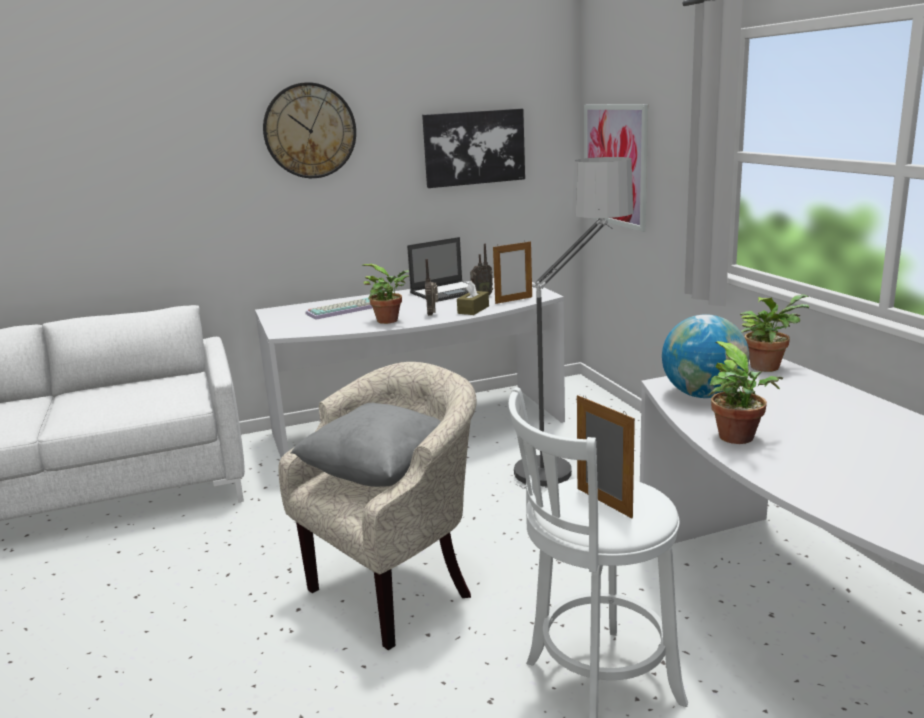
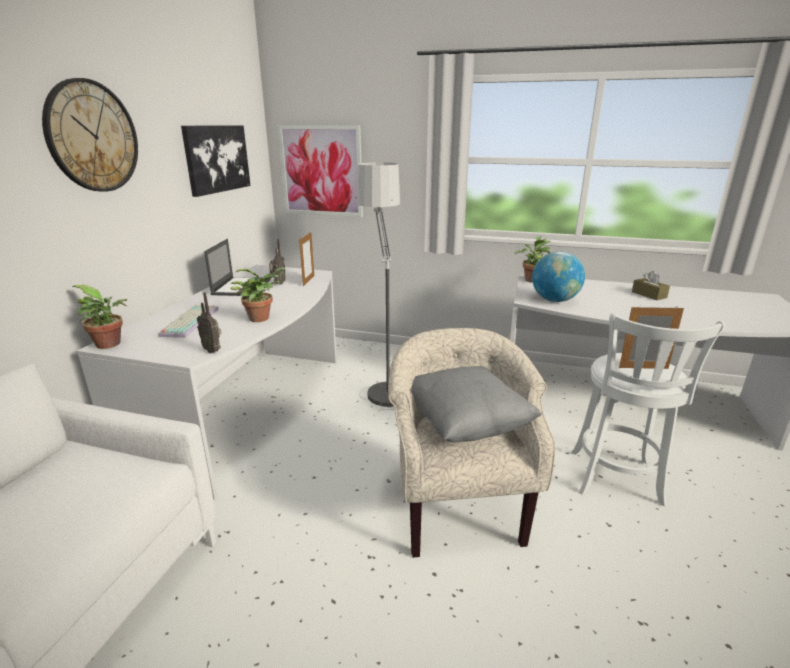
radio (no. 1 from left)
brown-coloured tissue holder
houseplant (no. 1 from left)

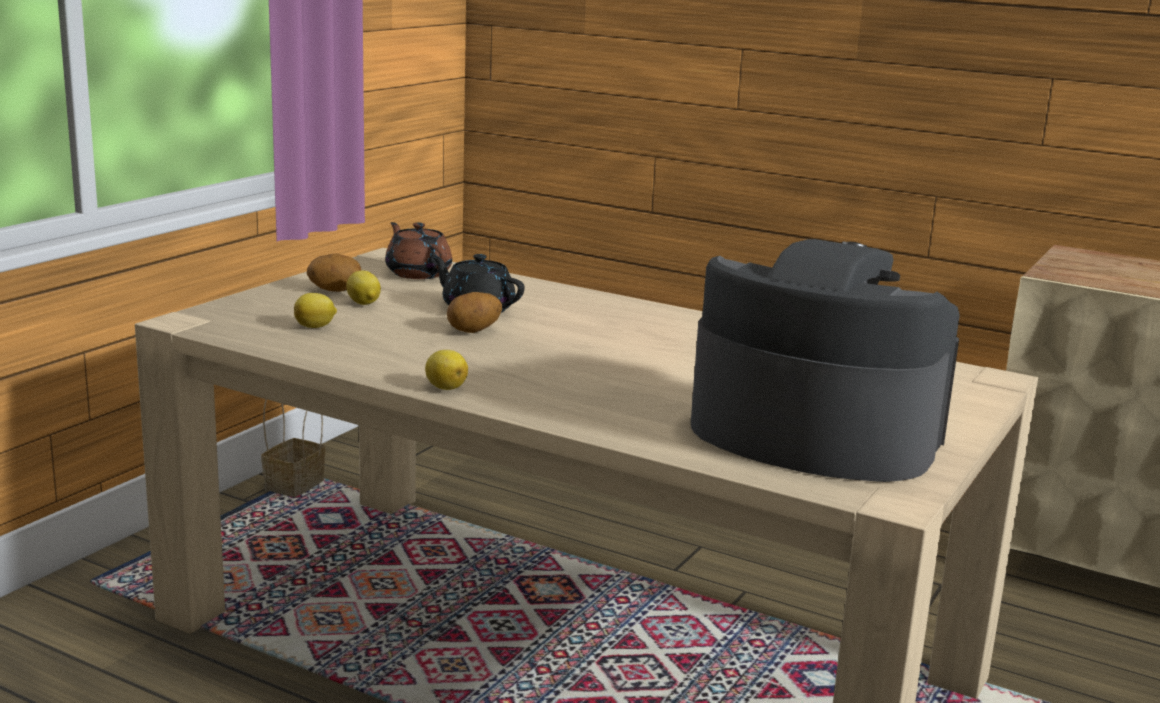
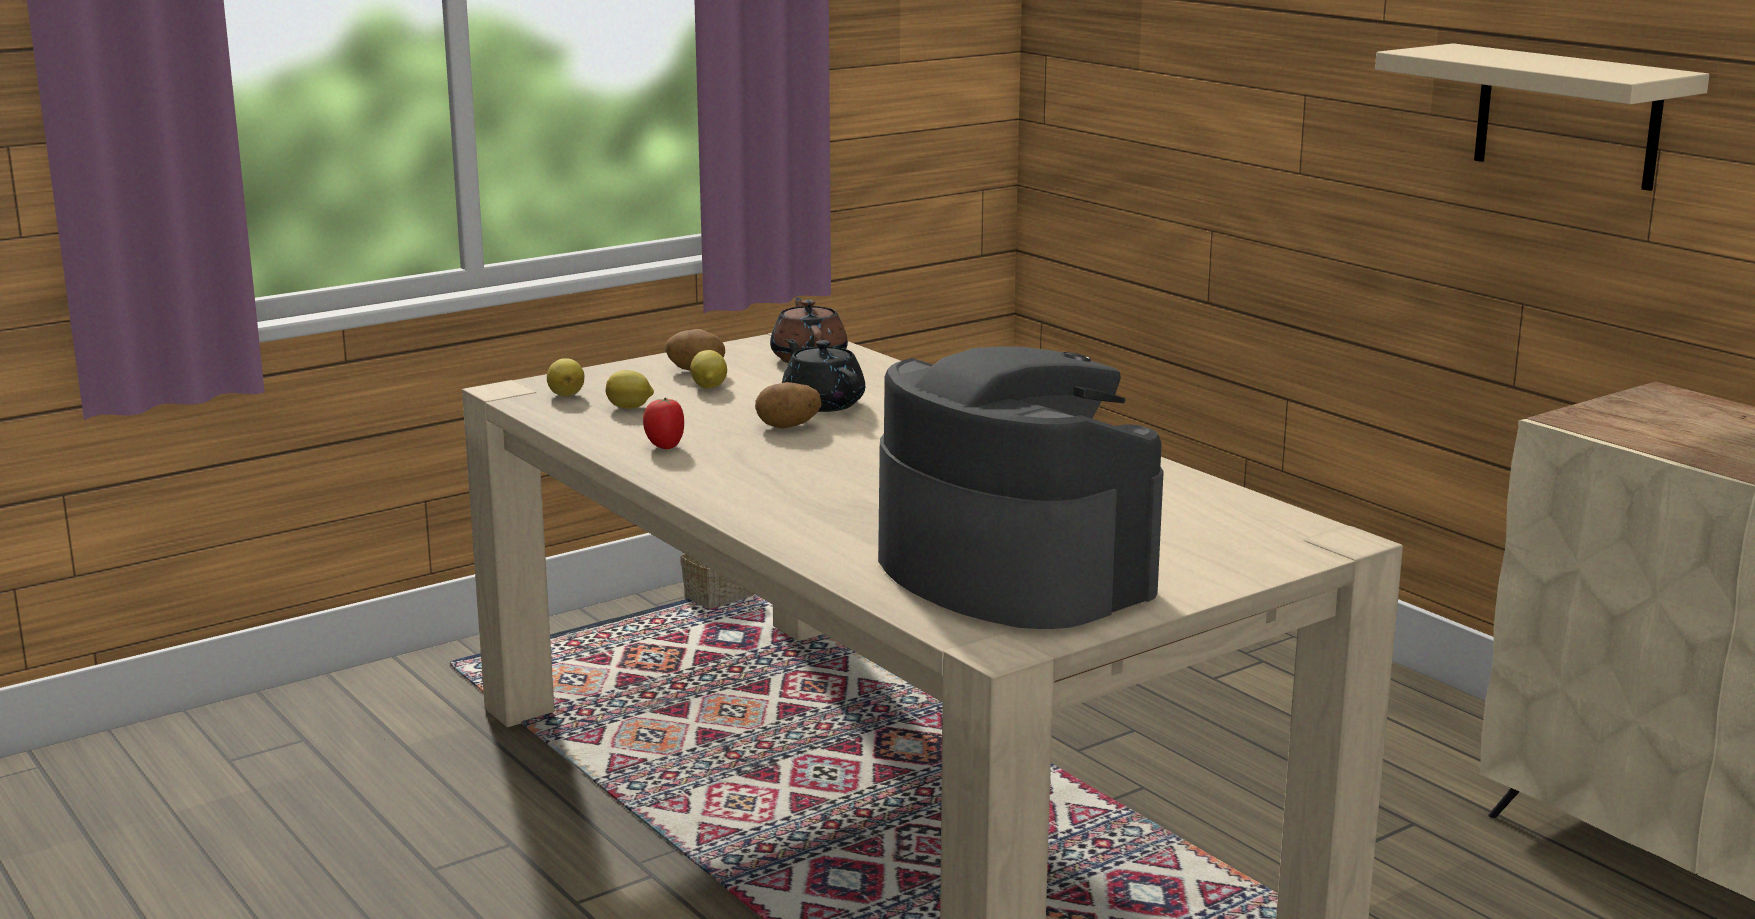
citrus fruit (no. 1 from left)
tomato
beige bracket shelf

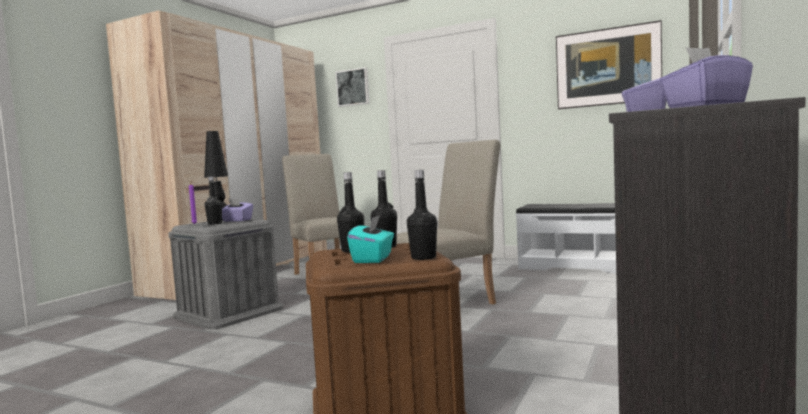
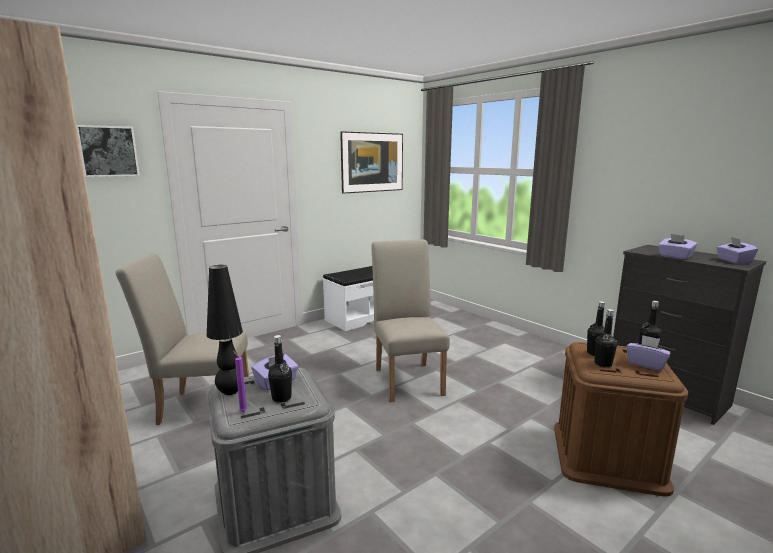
purple tissue holder (no. 2 from left)

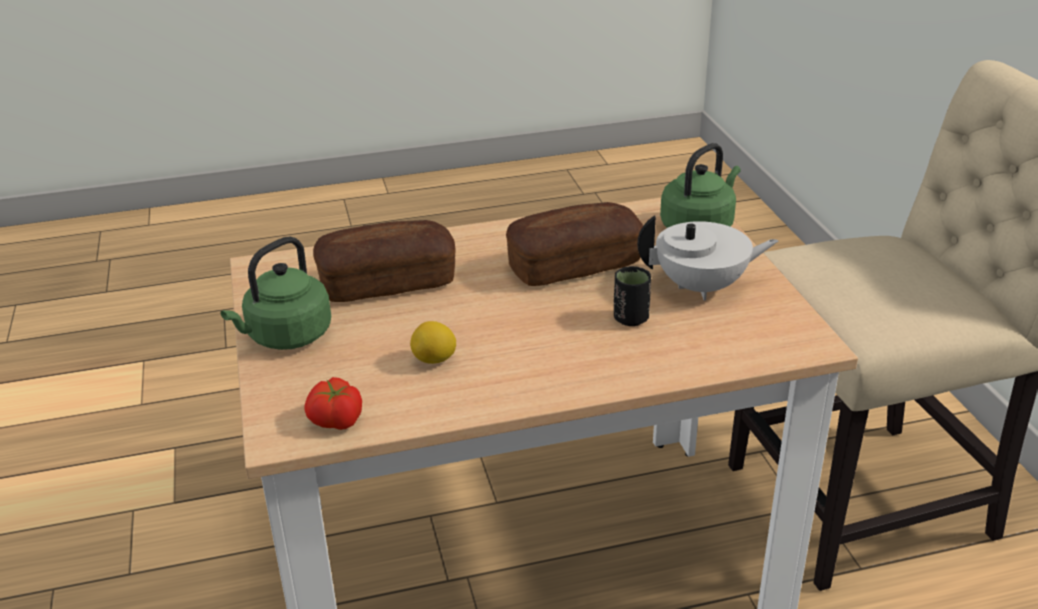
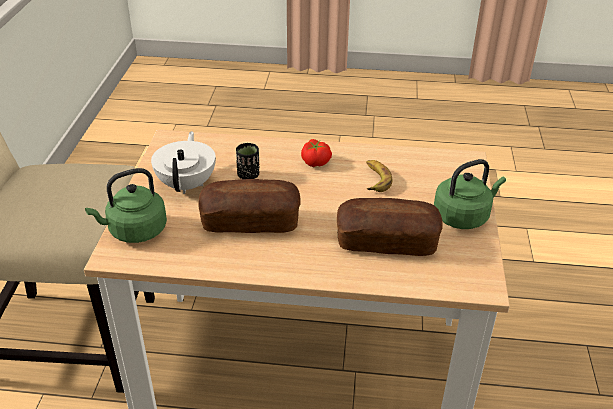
tomato
banana fruit
white-coloured tea pot

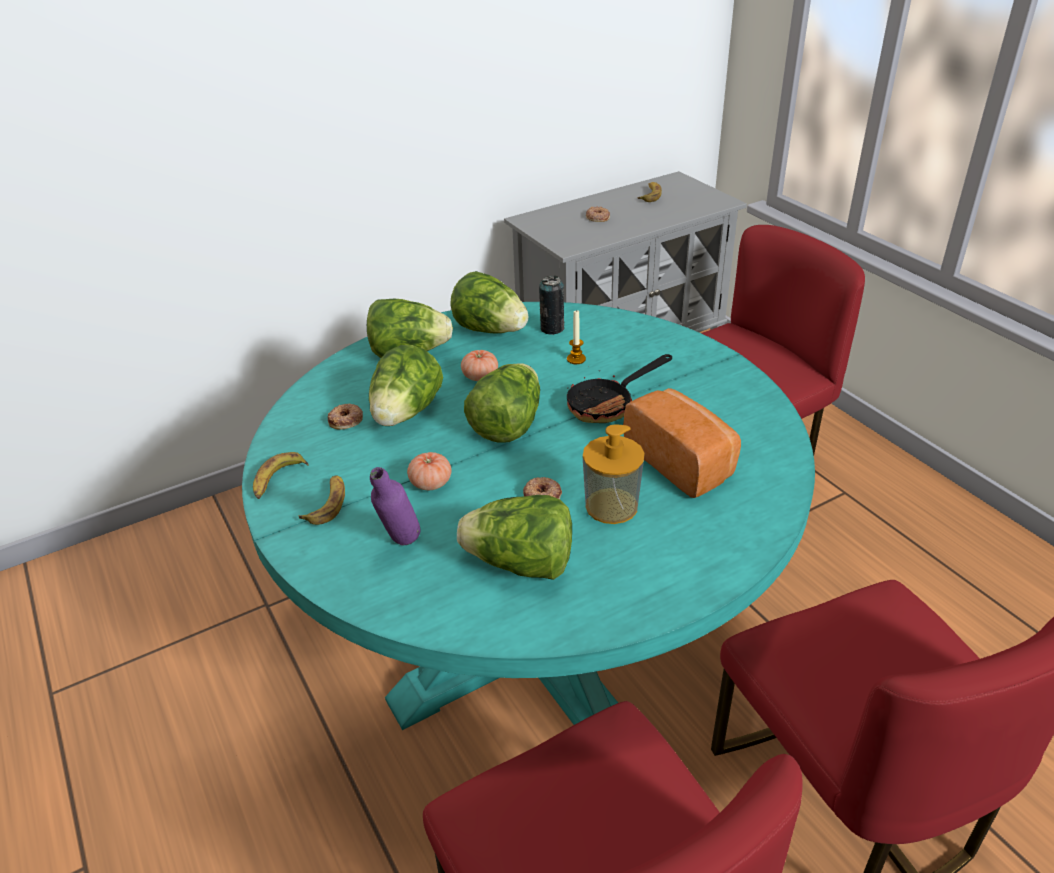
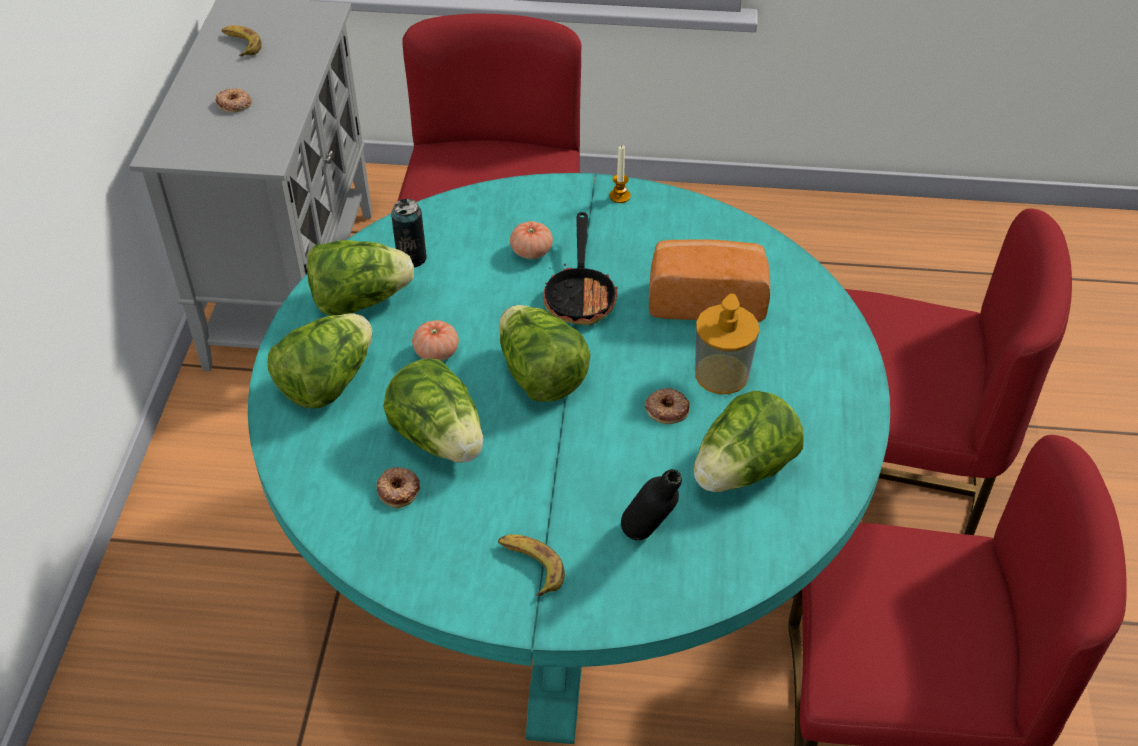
banana fruit (no. 1 from left in the first image)
blackish drink bottle
tomato (no. 2 from left)
candle

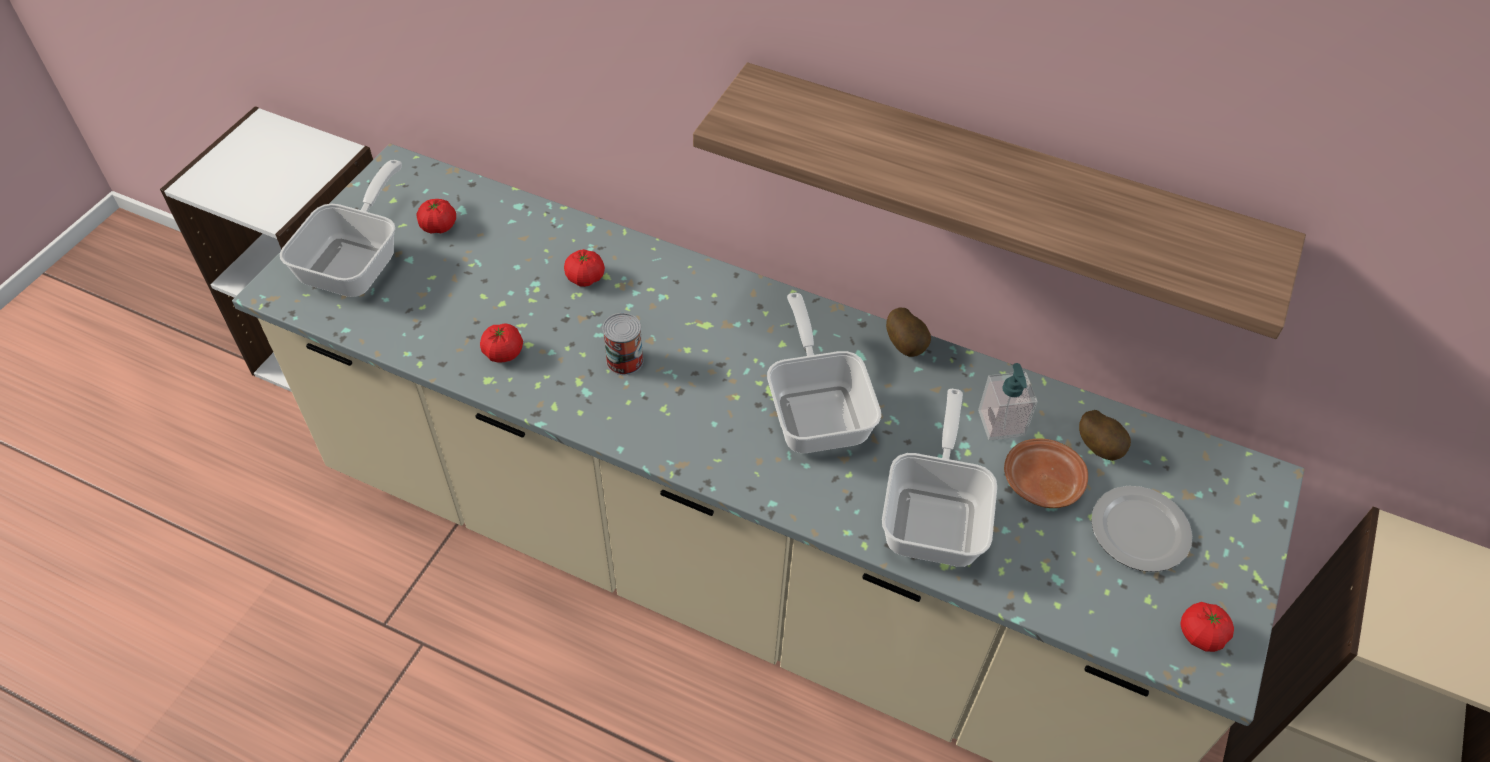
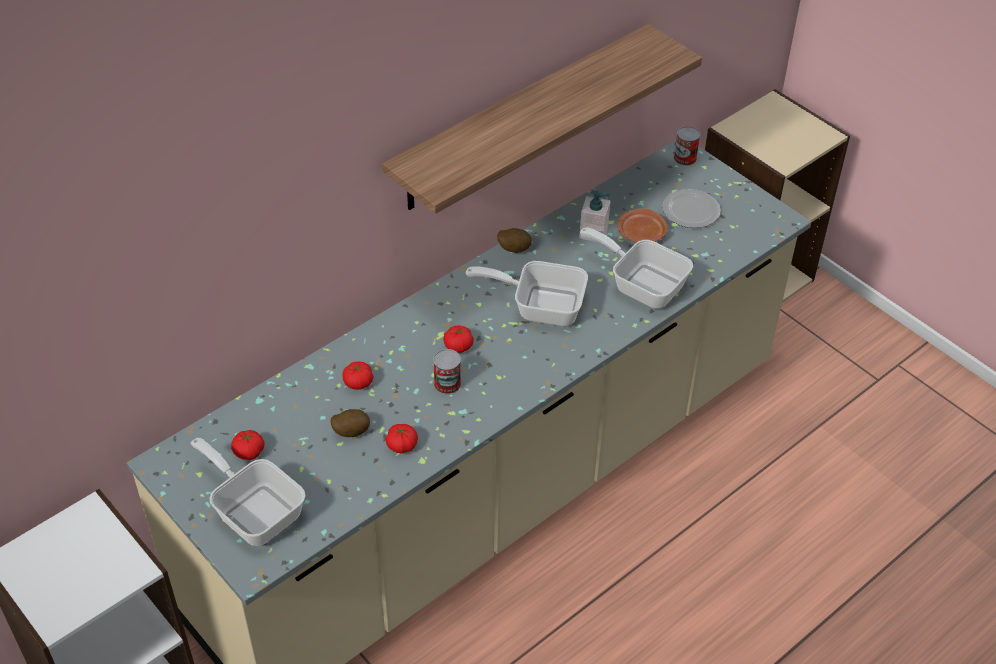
potato (no. 1 from left)
tomato (no. 4 from left)
can (no. 2 from left)

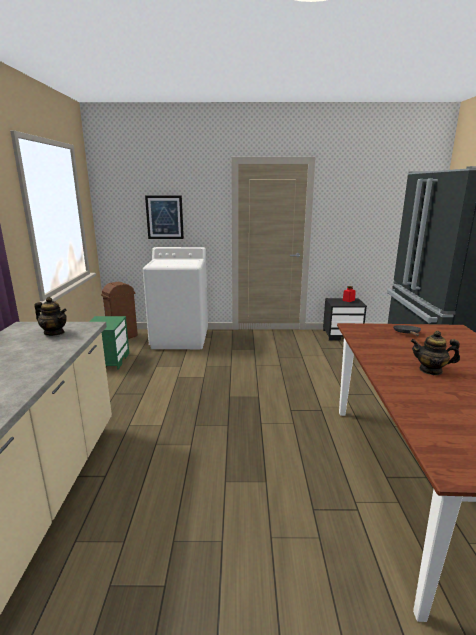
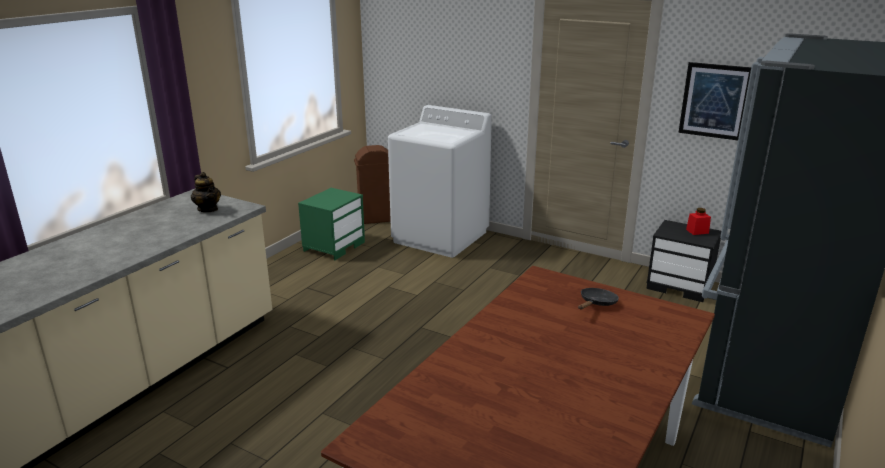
picture
tea pot (no. 2 from left in the first image)

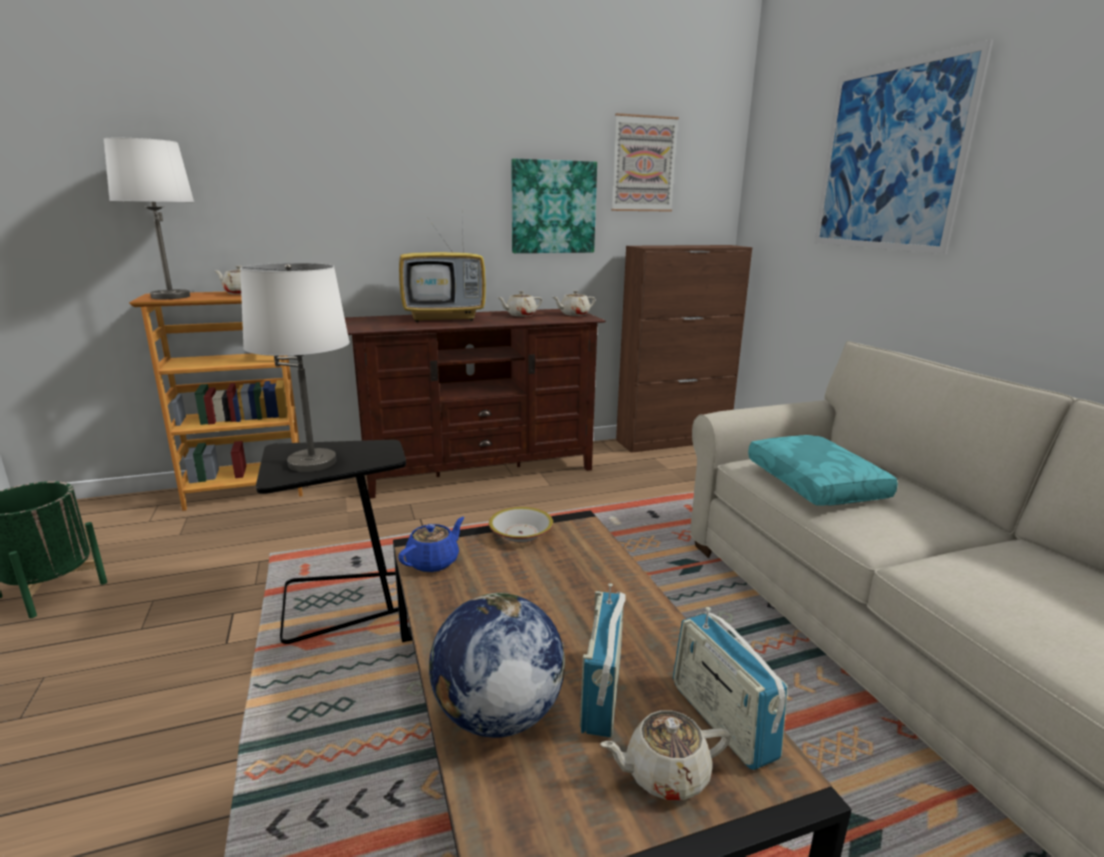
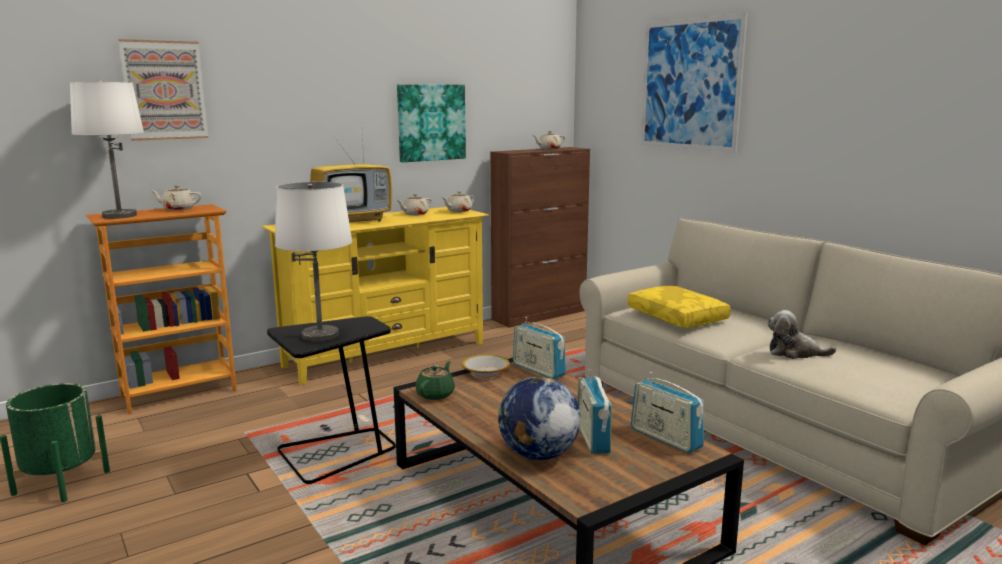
yellowish tv stand
green-coloured tea pot
beige tea pot (no. 4 from left)
picture (no. 1 from left)
yellowish cushion
radio (no. 1 from left)
plush toy

